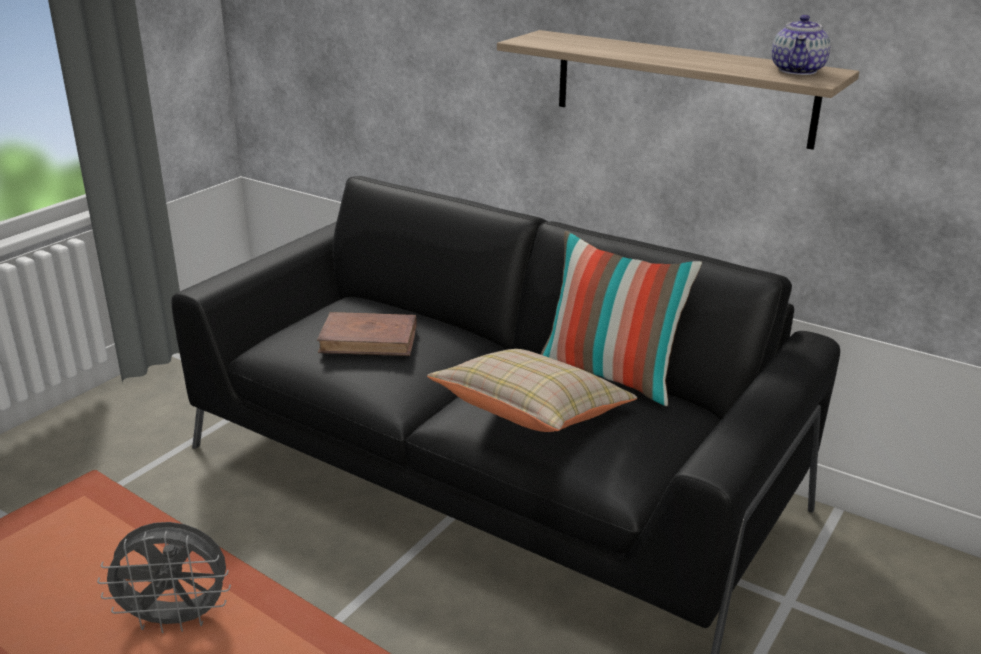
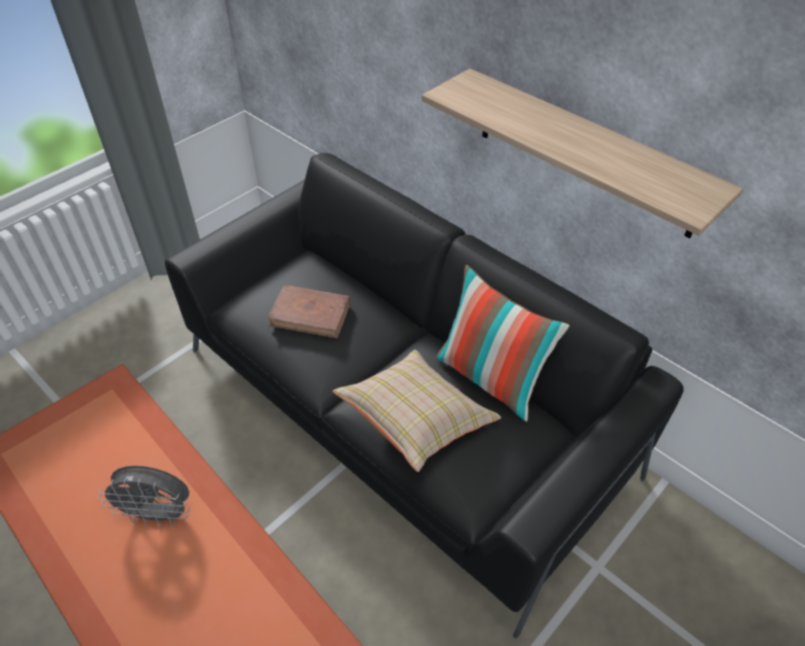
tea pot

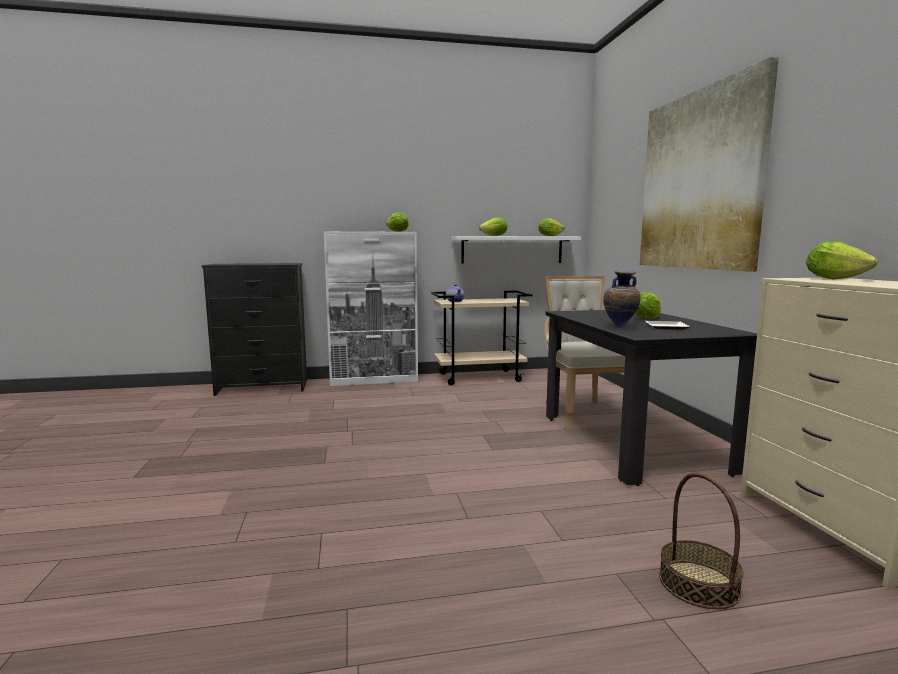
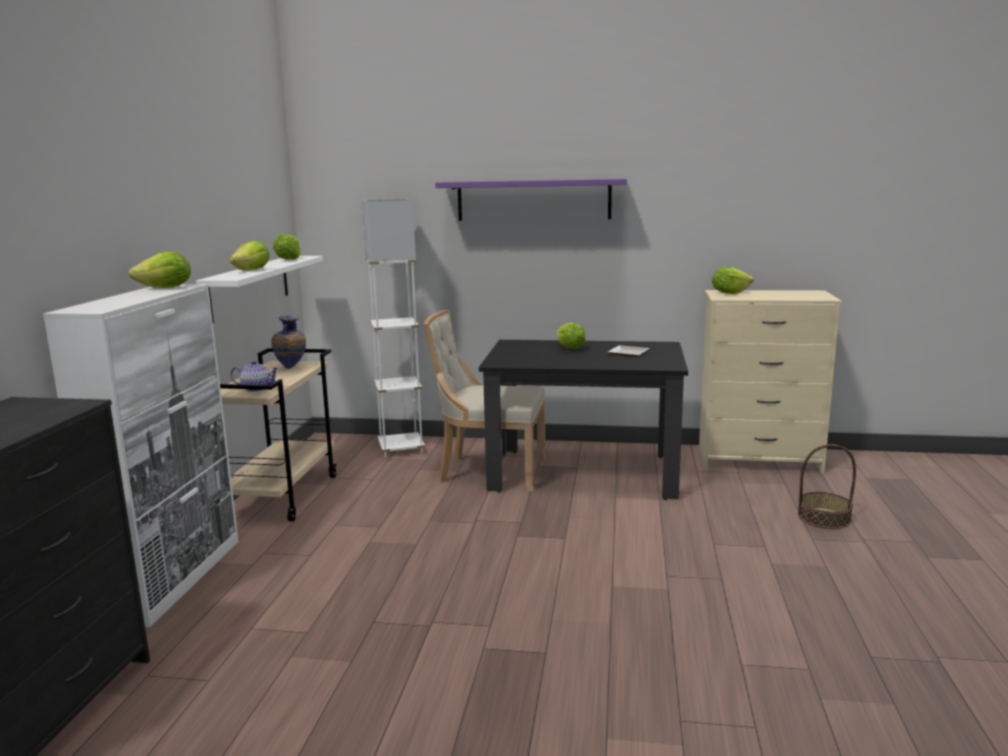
flower vase
purple bracket shelf
white-coloured standing lamp

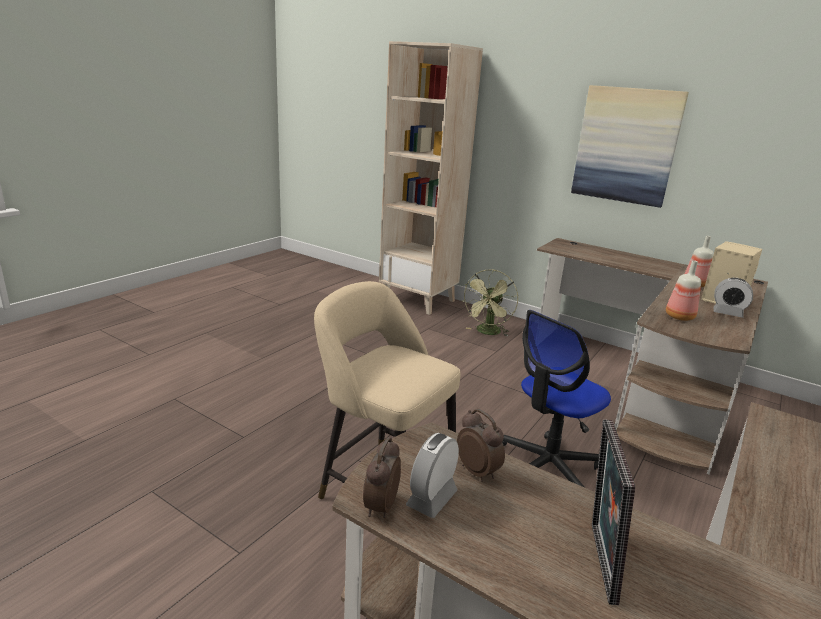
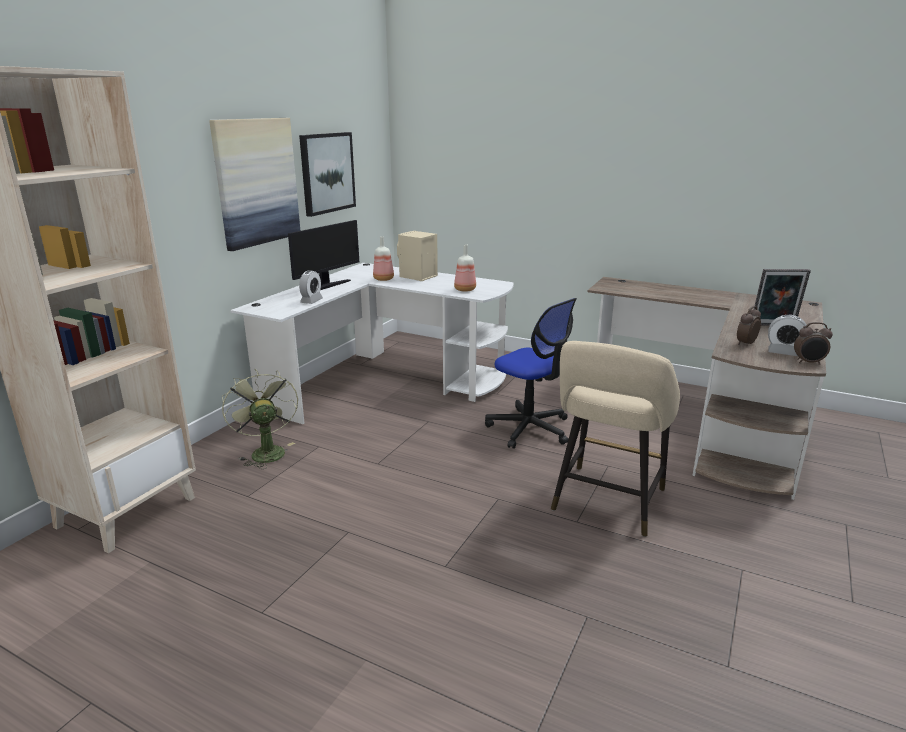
green-coloured cooling fan
white-coloured desk unit
table clock (no. 1 from left)
computer screen
picture (no. 2 from left)

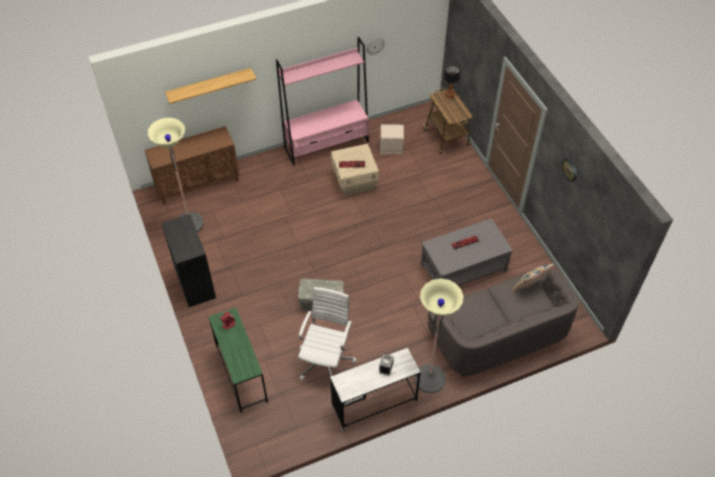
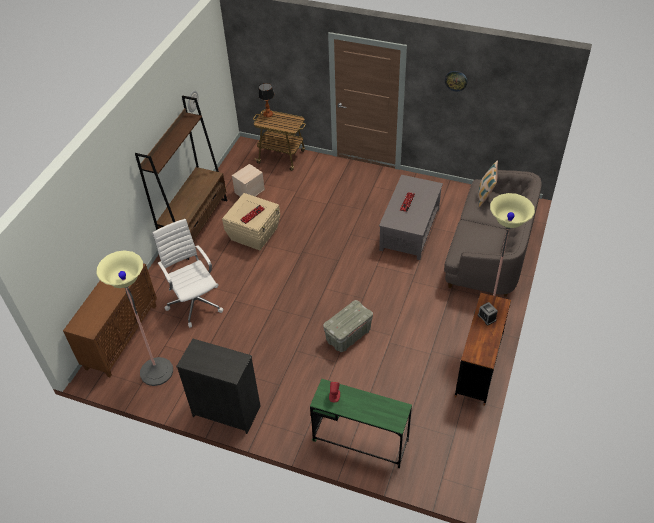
bracket shelf
brown-coloured bookshelf
white-coloured desk chair
brown-coloured desk unit

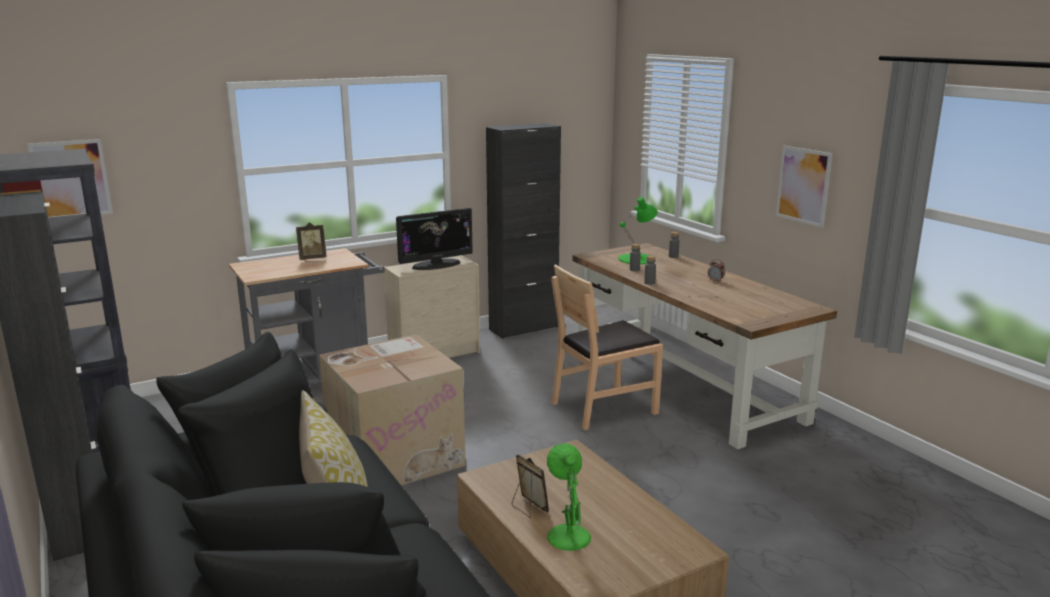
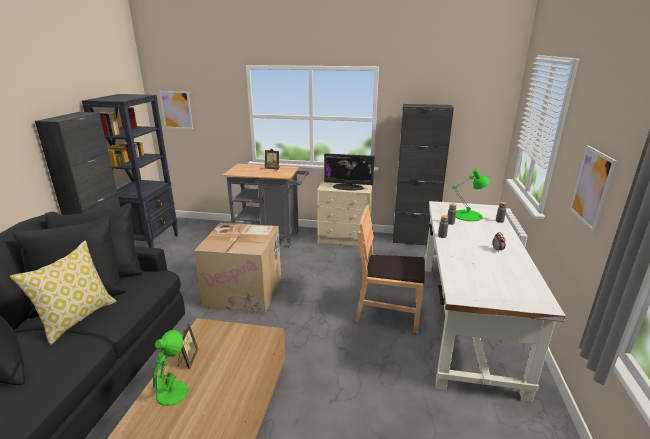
white-coloured desk unit

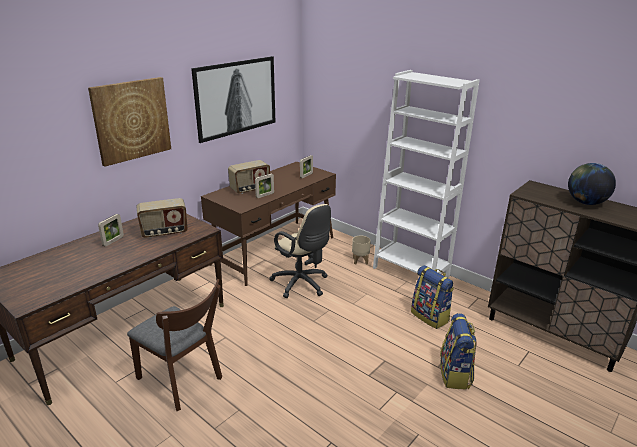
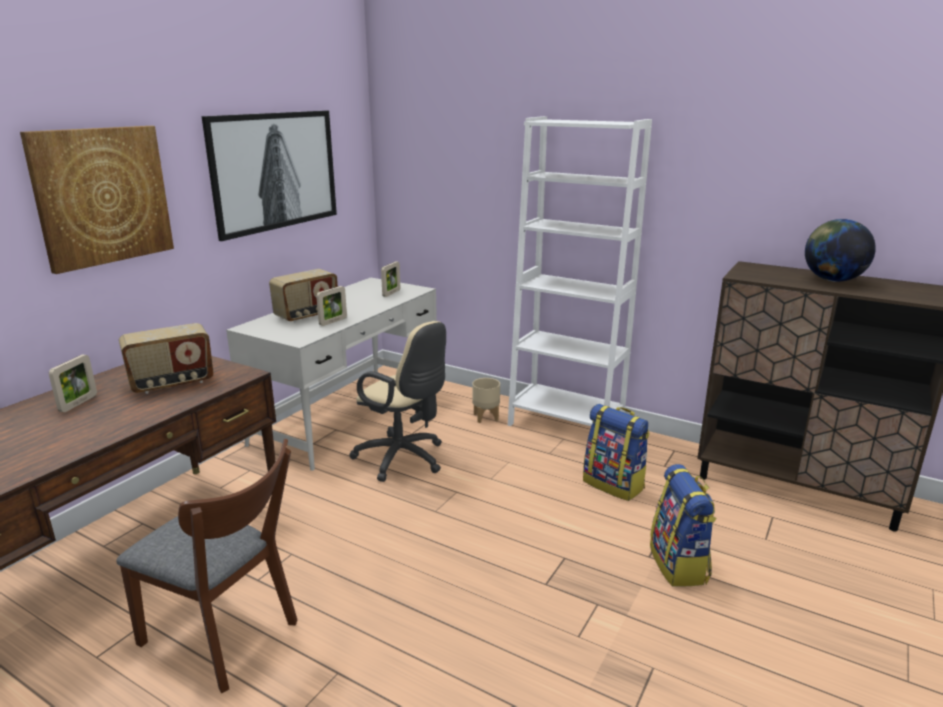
white-coloured desk unit

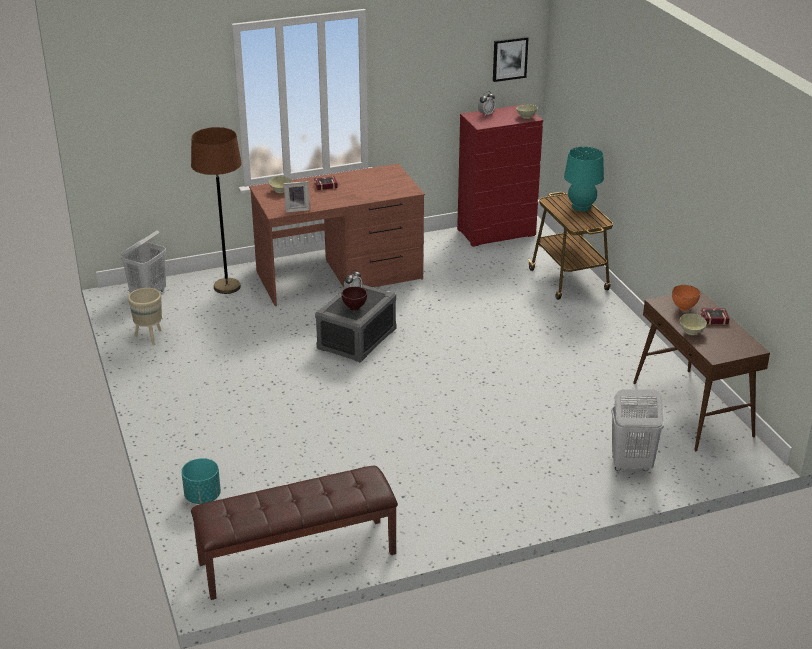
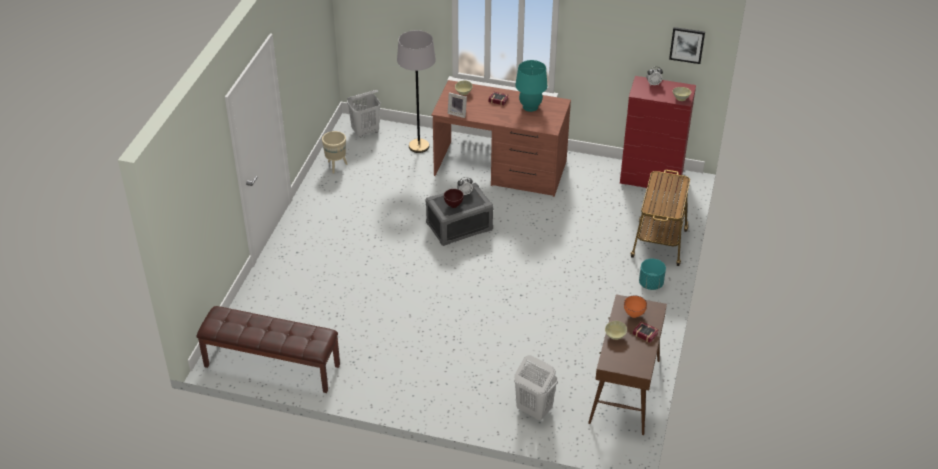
turquoise-coloured flower pot
greyish standing lamp
turquoise-coloured lamp for a table

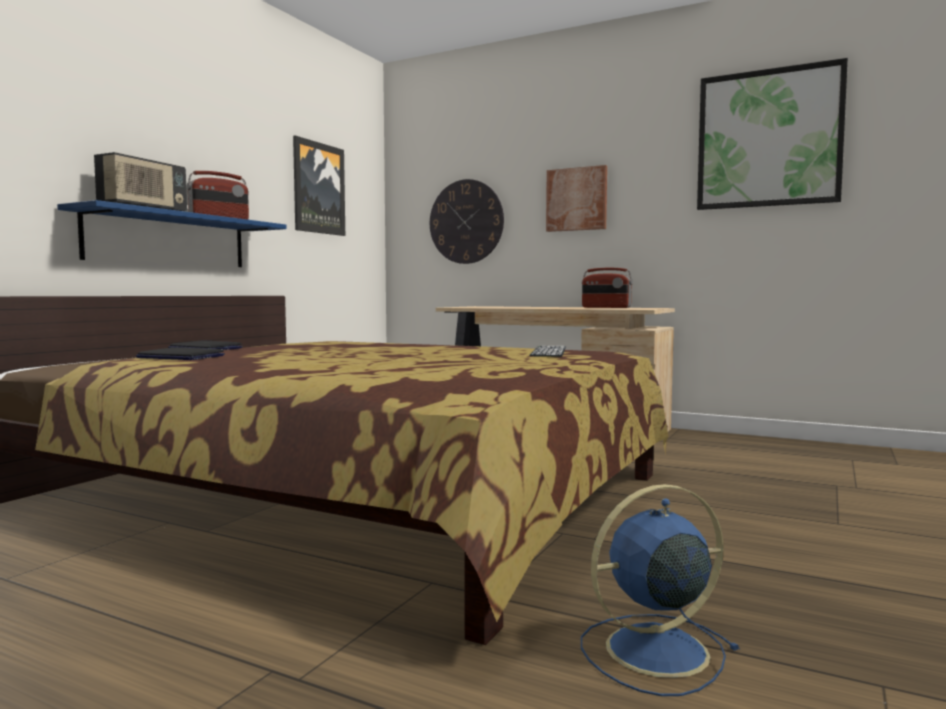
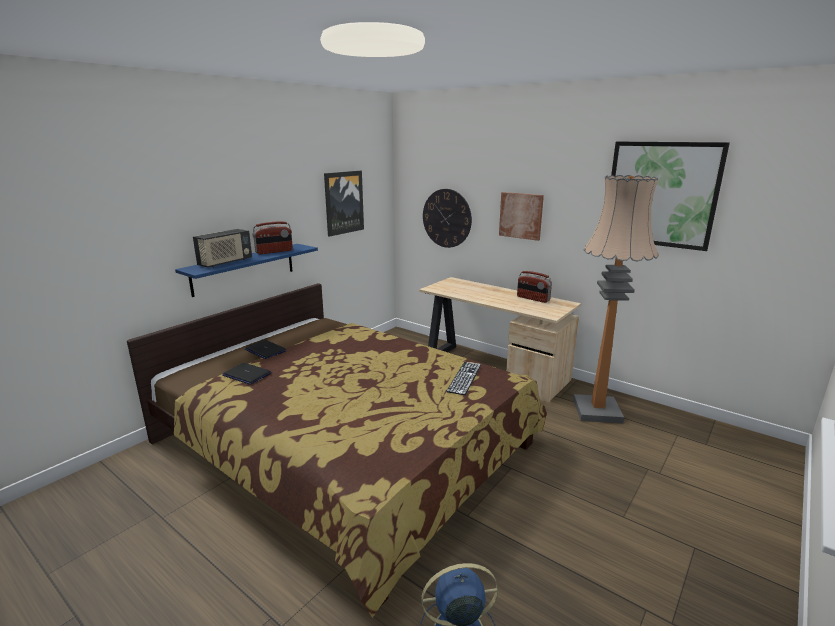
standing lamp

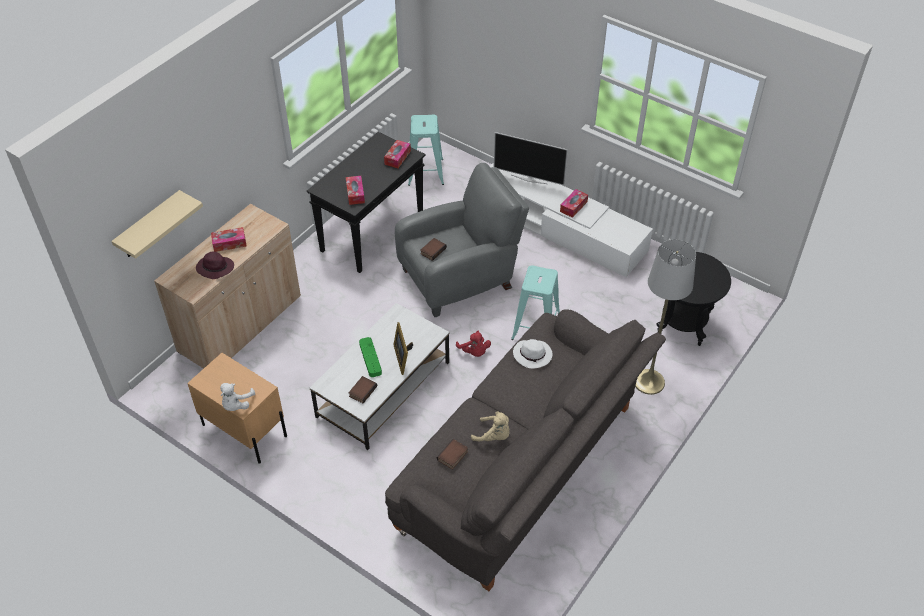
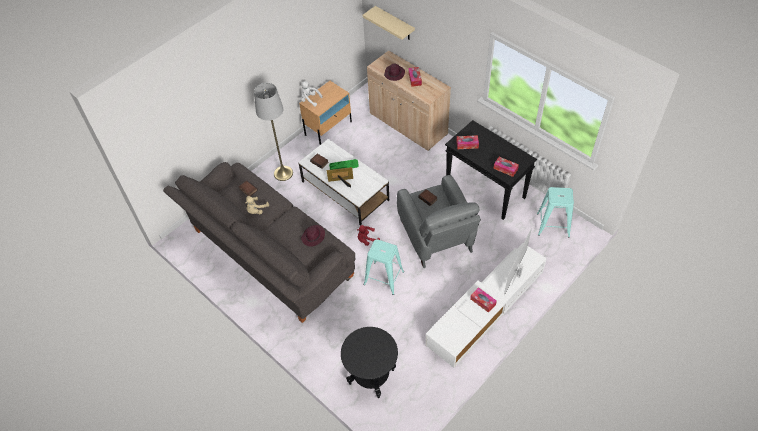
purple wearable hat (no. 1 from left)
greyish standing lamp

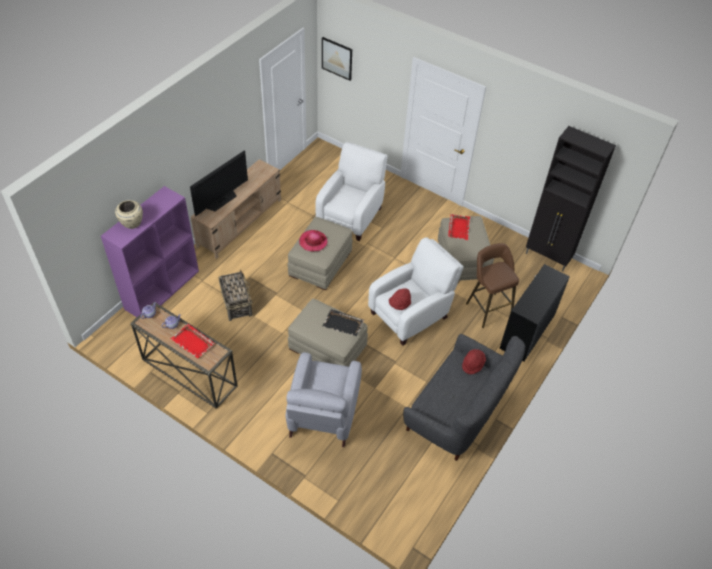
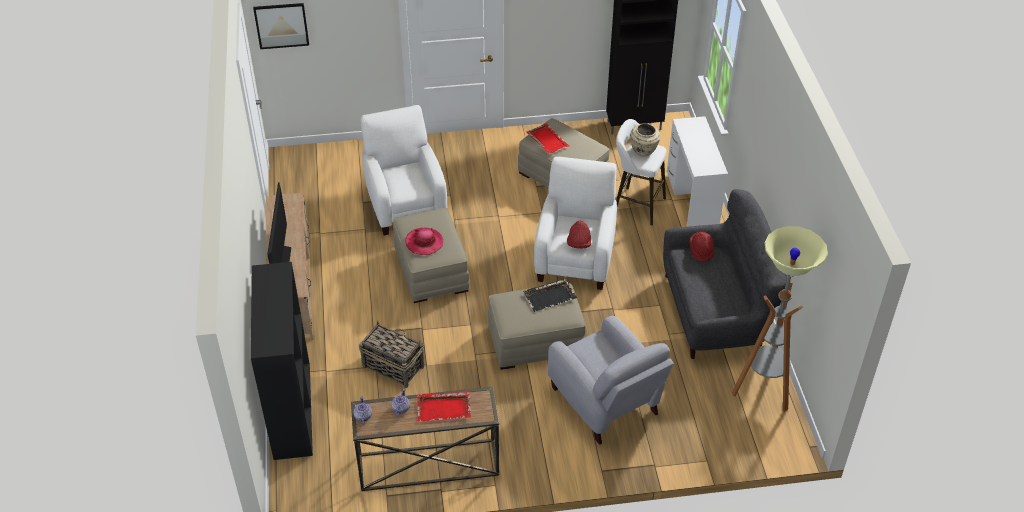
blackish bookshelf
beige flower vase
white-coloured stool seat
white-coloured desk unit
standing lamp

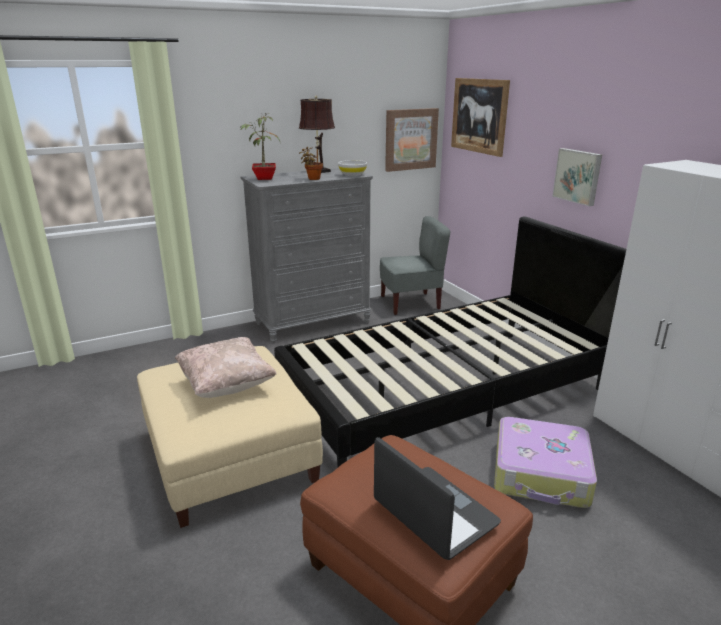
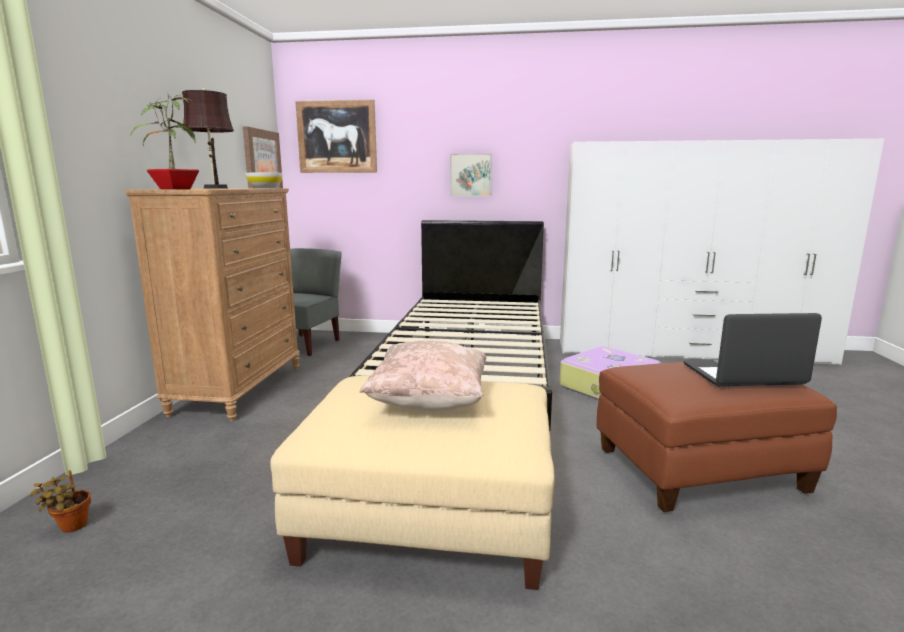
brown-coloured chest of drawers
houseplant (no. 1 from left)

